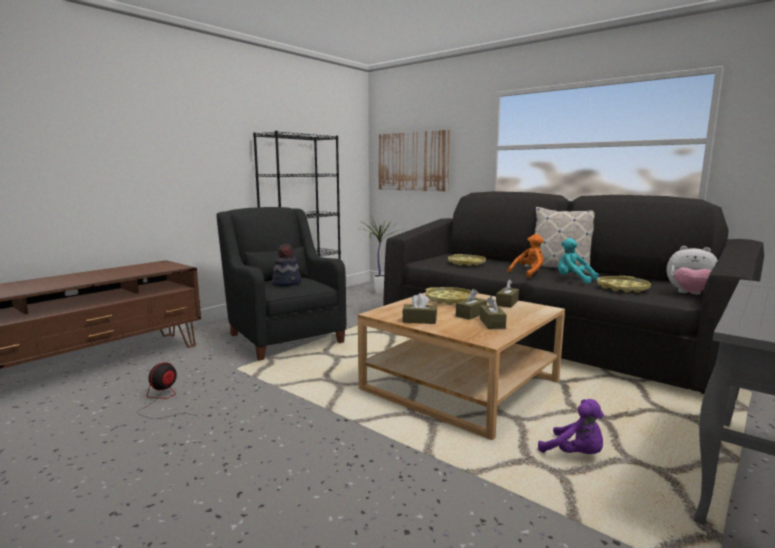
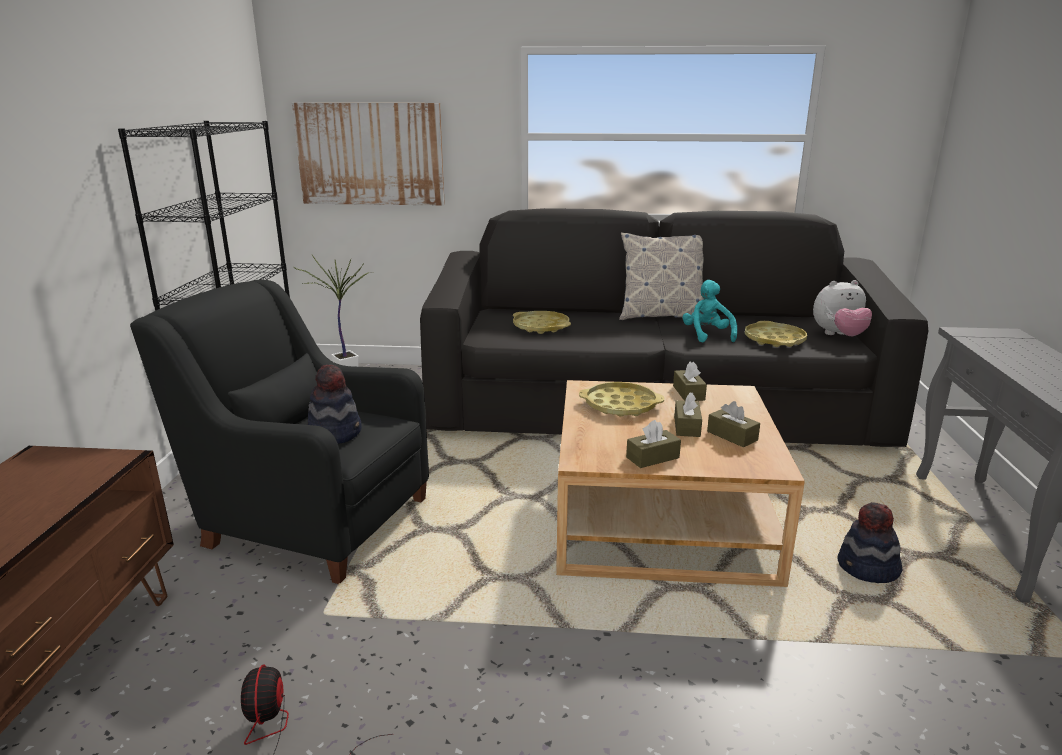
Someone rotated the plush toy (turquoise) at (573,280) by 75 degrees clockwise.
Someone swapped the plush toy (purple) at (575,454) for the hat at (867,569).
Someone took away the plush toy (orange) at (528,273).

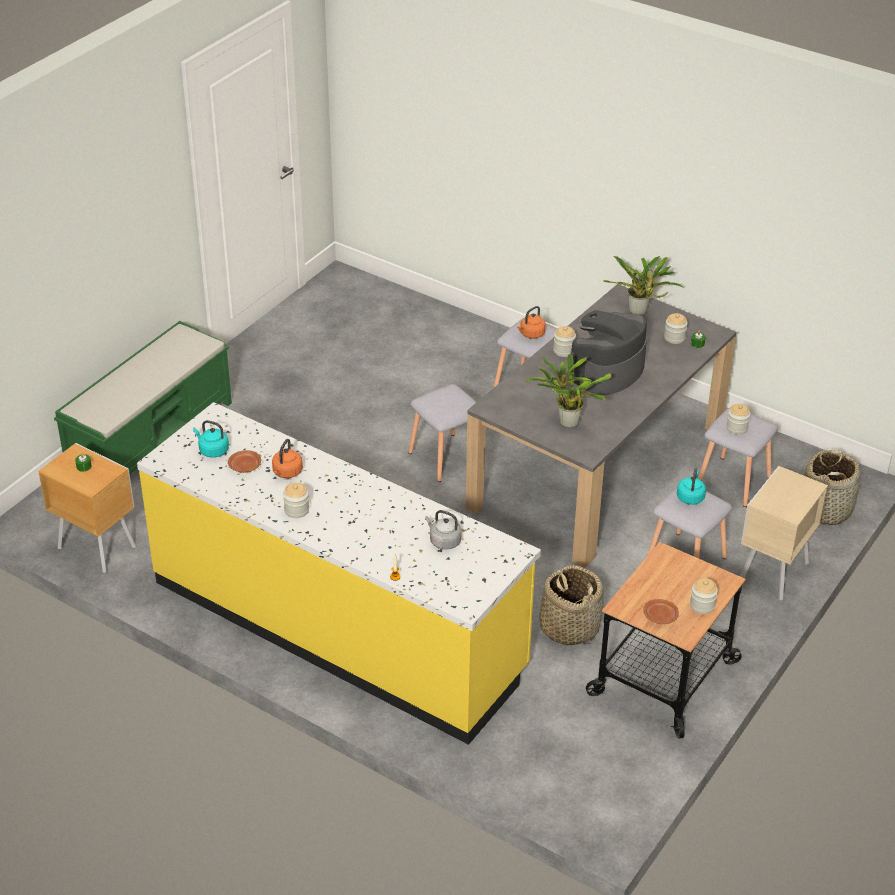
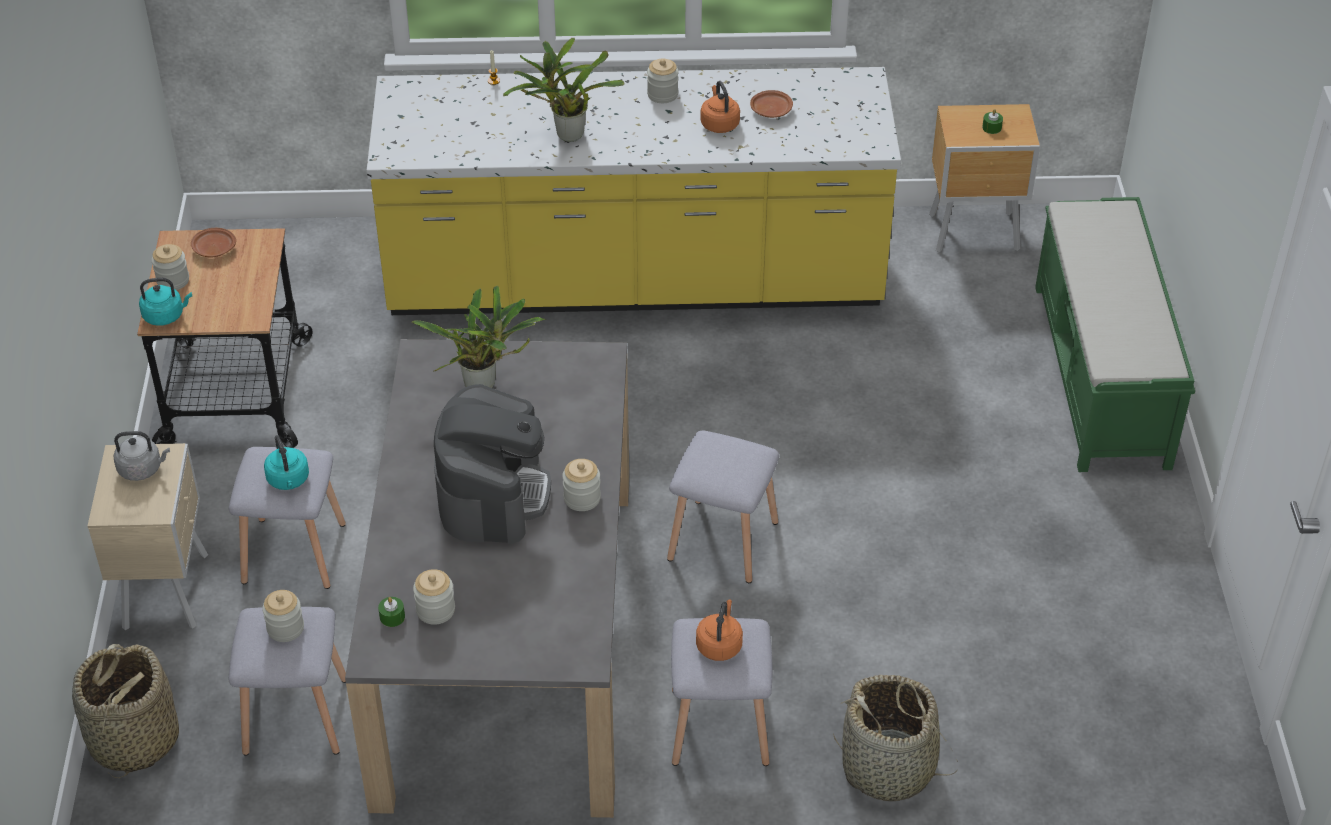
Someone carried the kettle (grey) from (443,541) to (142,469).
Someone carried the kettle (turquoise) from (212,450) to (166,316).
Someone carried the potted plant from (640,312) to (566,135).
Someone carried the basket from (569,627) to (889,768).

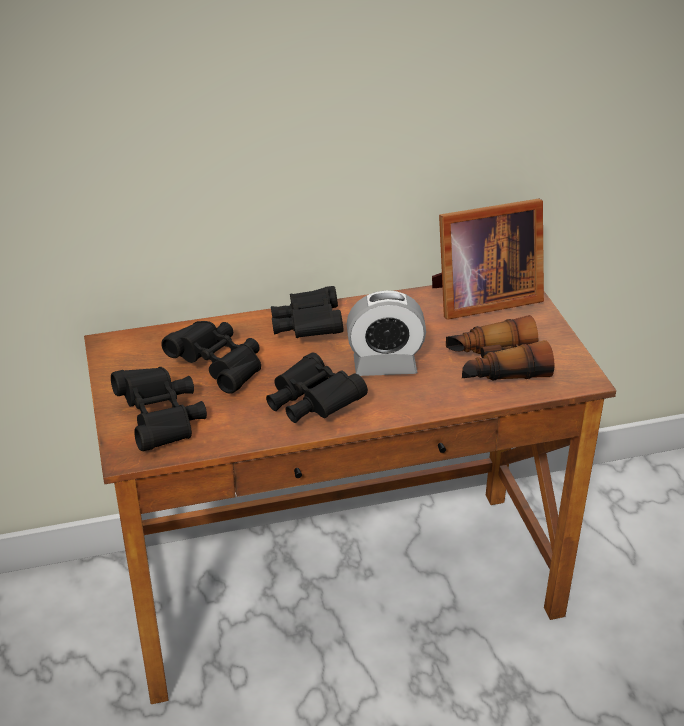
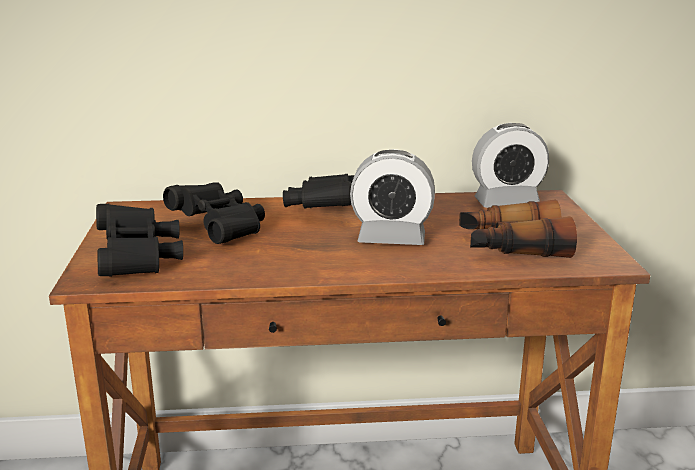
Someone swapped the picture frame at (480,299) for the alarm clock at (506,203).
Someone took away the binoculars (black) at (312,405).

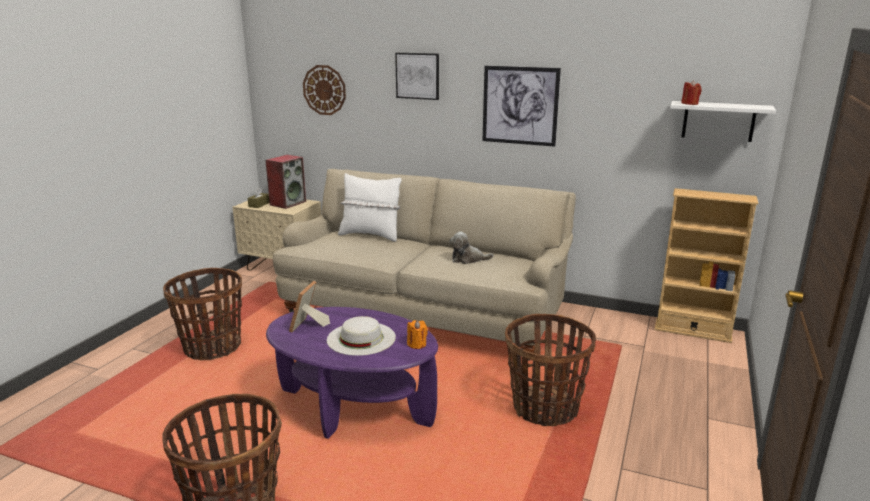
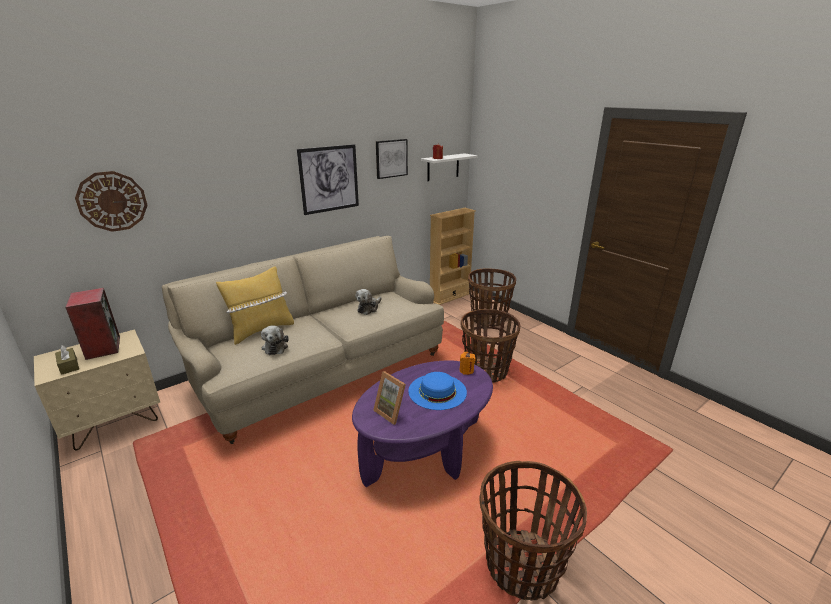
Someone repainted the pillow (white) at (370,235), which became the pillow (yellow) at (261,330).
Someone put down the plush toy at (275,347).
Someone carried the picture from (418,76) to (391,158).
Someone repainted the hat (white) at (361,338), which became the hat (blue) at (437,391).
Someone carried the basket from (212,347) to (488,319).

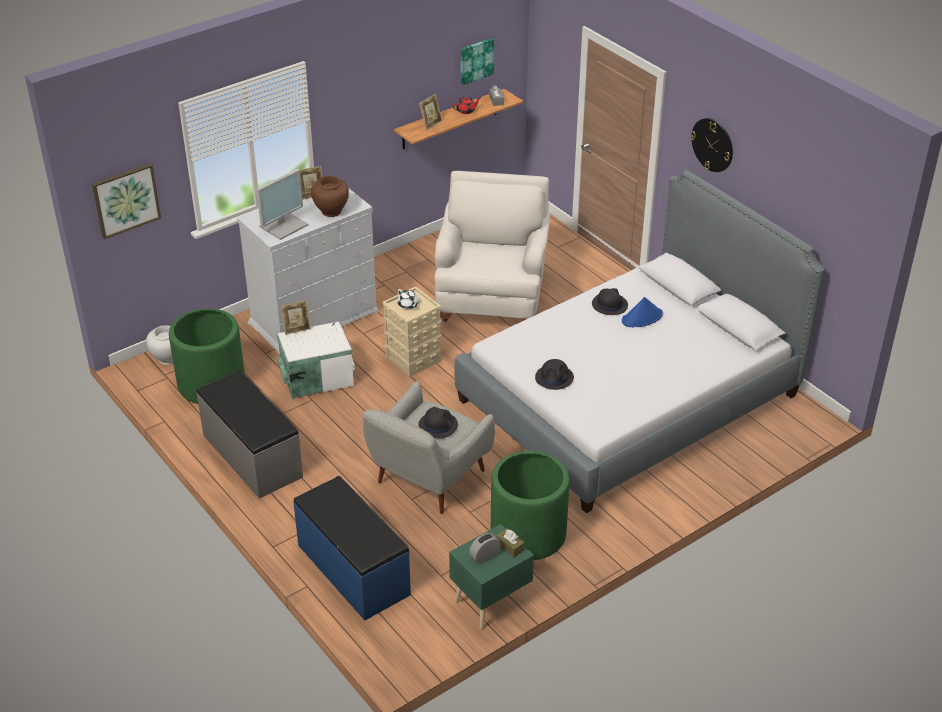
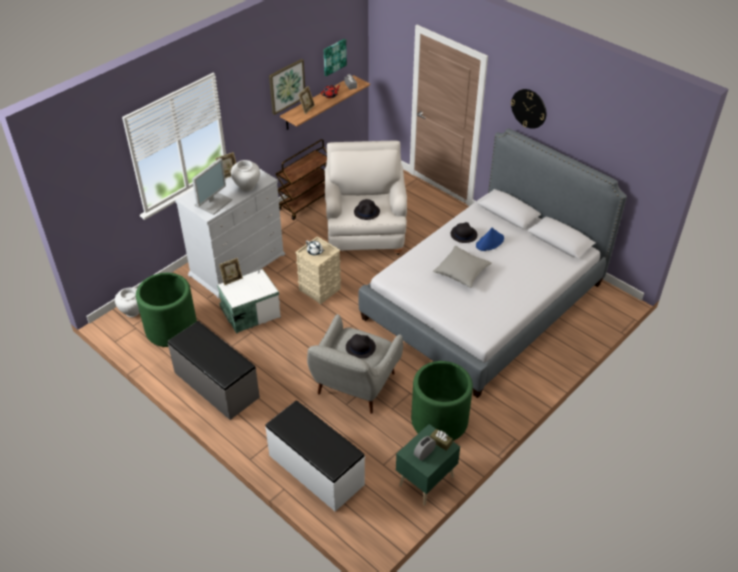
Someone repainted the vase (brown) at (331,212), which became the vase (white) at (247,187).
Someone repainted the bench (blue) at (352,570), which became the bench (white) at (315,470).
Someone carried the picture from (126,200) to (286,86).
Someone put down the cart (brown) at (305,202).
Someone carried the hat (black) from (554,378) to (367,212).
Someone put down the pillow (grey) at (461,272).

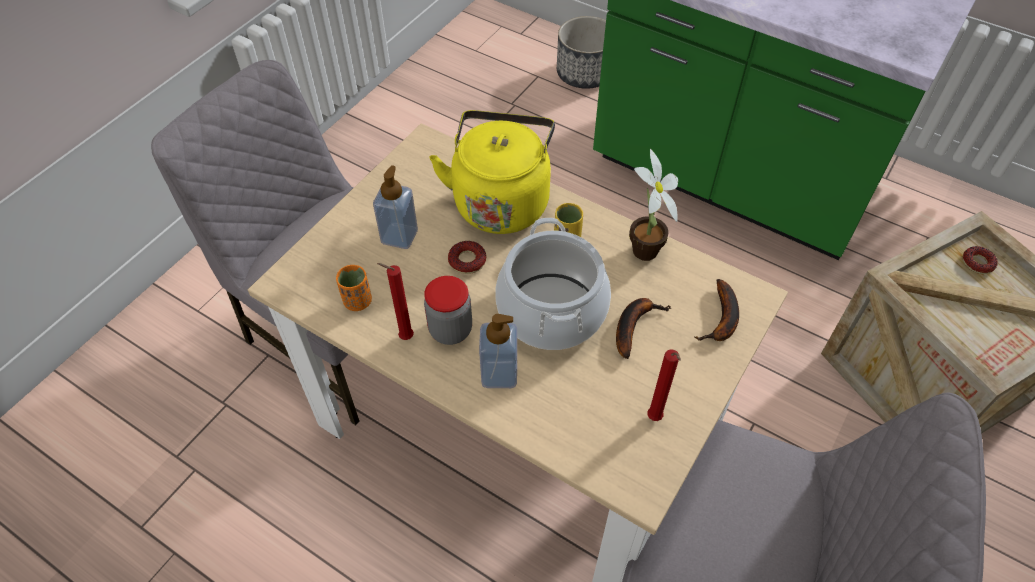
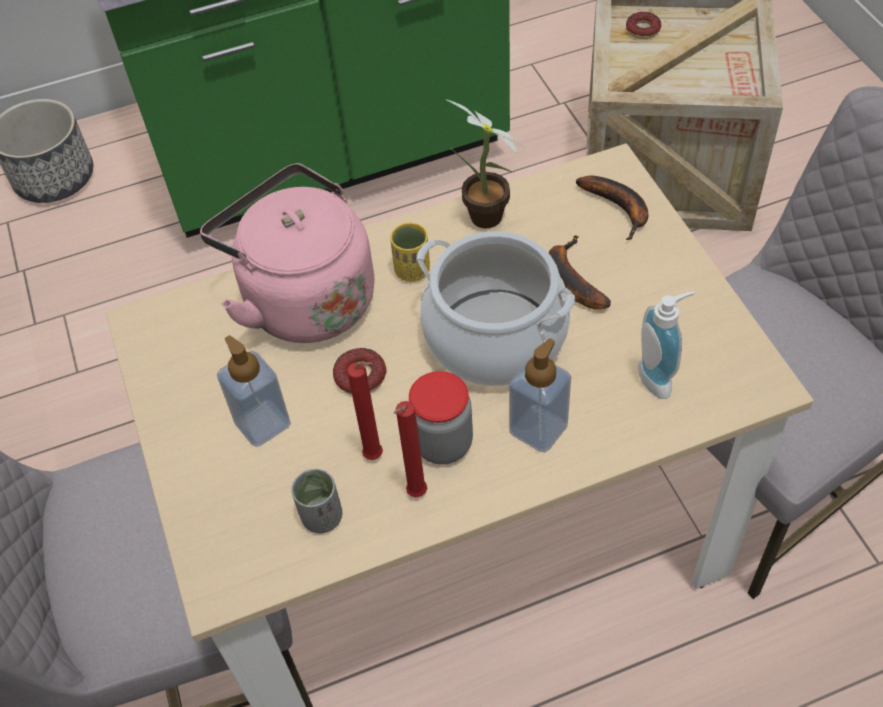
Someone repainted the kettle (yellow) at (501,200), which became the kettle (pink) at (303,298).
Someone repainted the cup (orange) at (357,301), which became the cup (grey) at (322,517).
Someone carried the candle (red) from (655,419) to (376,457).
Someone put down the soap dispenser at (659,377).

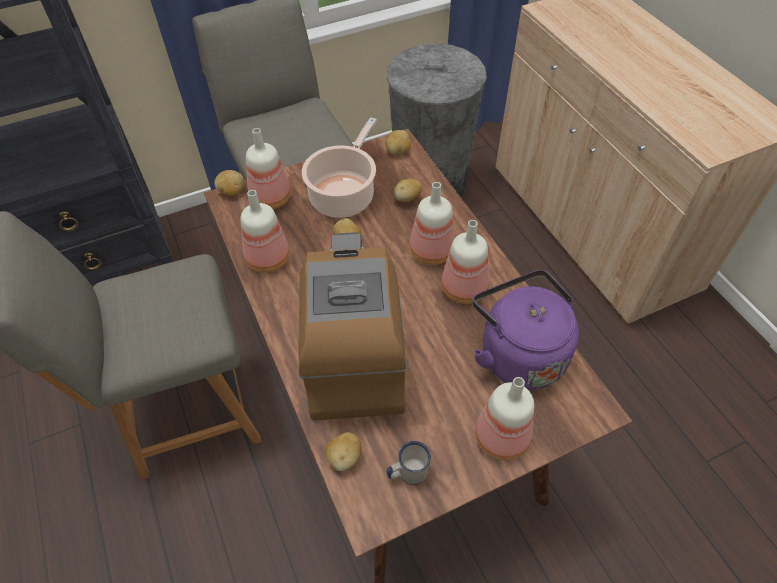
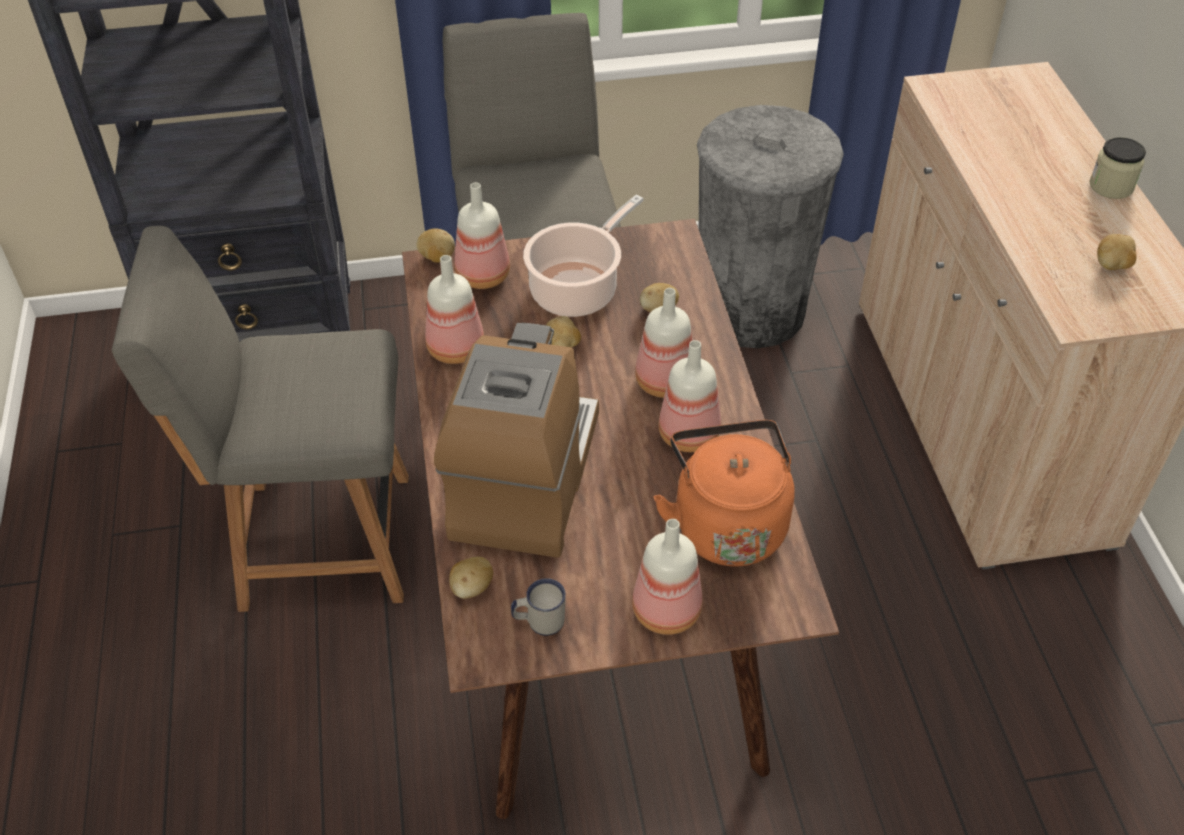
Someone repainted the kettle (purple) at (518,353), which became the kettle (orange) at (726,523).
Someone put down the jar at (1111,186).
Someone carried the potato from (398,151) to (1112,266).

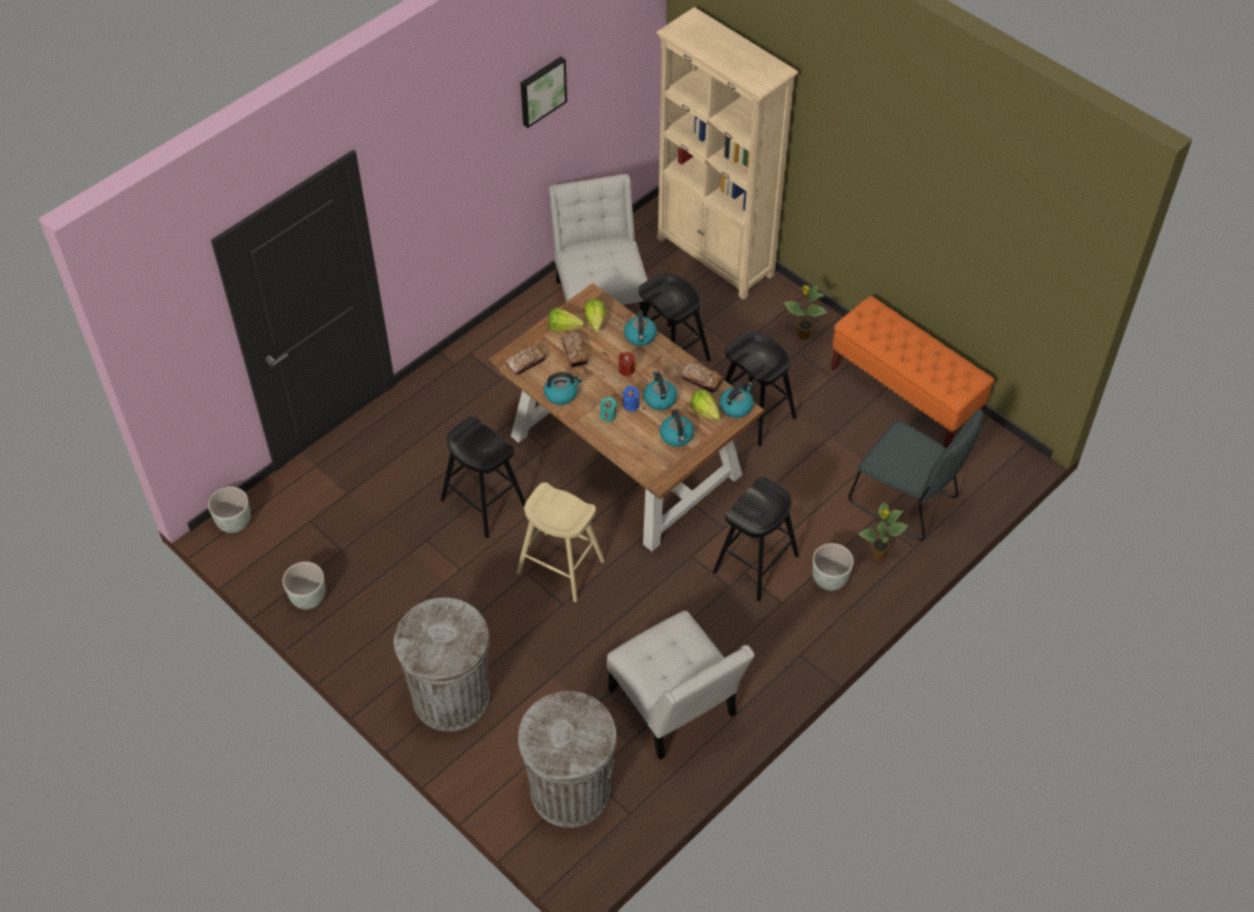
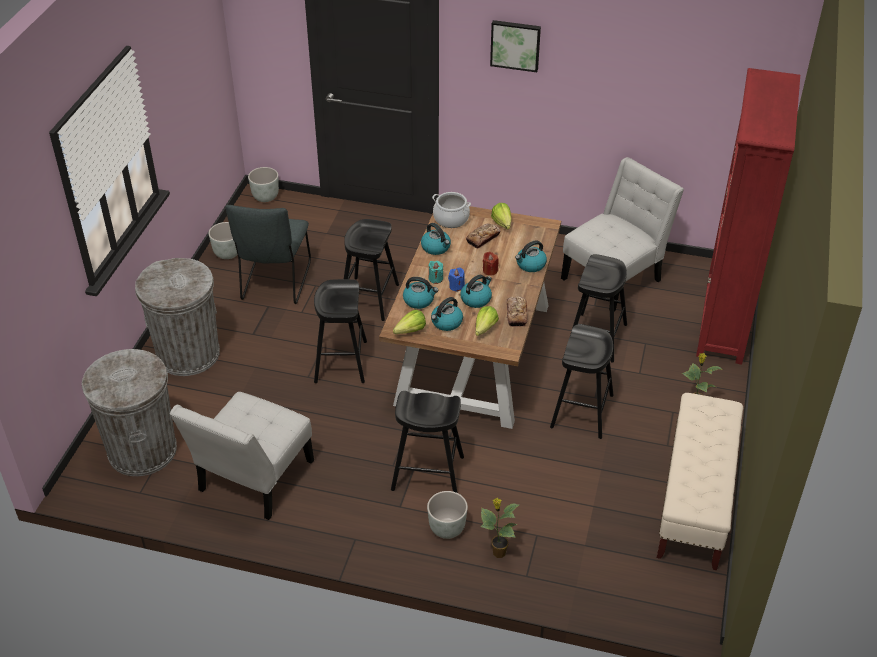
Someone carried the chair (grey) from (907,502) to (275,283).
Someone repainted the stool (beige) at (560,567), which became the stool (black) at (341,362).
Someone carried the lettuce from (595,325) to (408,332).
Someone carried the kettle from (736,406) to (419,300).
Someone swapped the bread at (526,362) for the cooking pot at (451,219).
Someone carried the picture from (541,90) to (515,45).
Someone repainted the bench (orange) at (905,394), which became the bench (beige) at (694,502).
Someone repainted the bookcase (beige) at (715,257), which became the bookcase (red) at (723,322).

